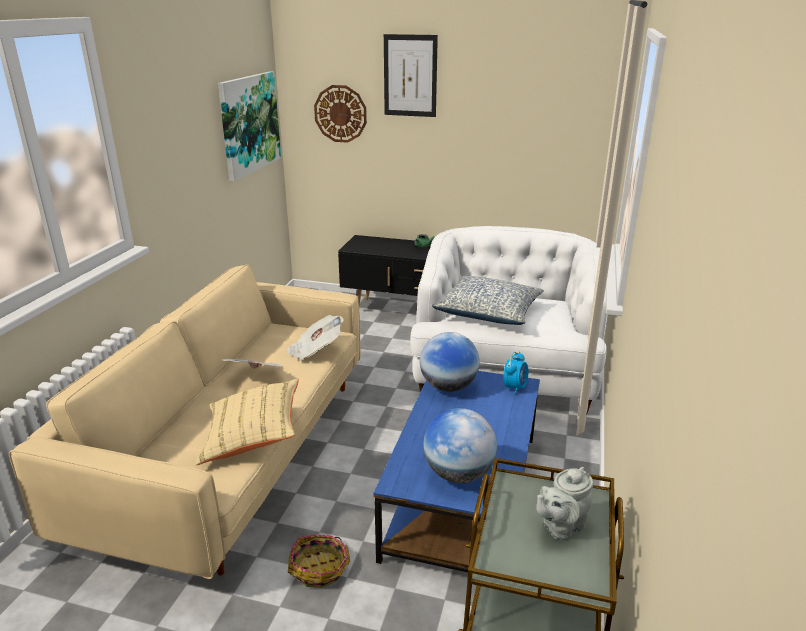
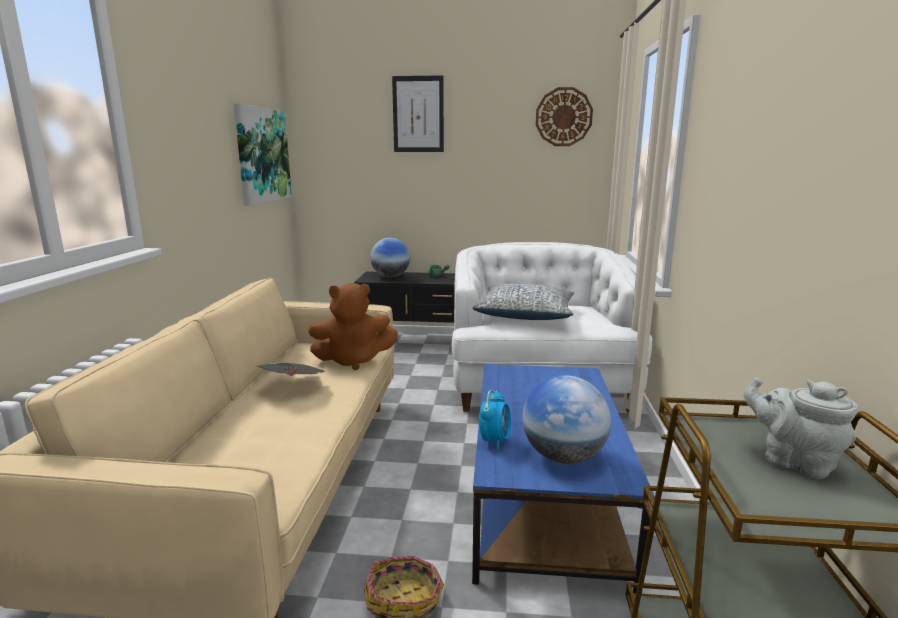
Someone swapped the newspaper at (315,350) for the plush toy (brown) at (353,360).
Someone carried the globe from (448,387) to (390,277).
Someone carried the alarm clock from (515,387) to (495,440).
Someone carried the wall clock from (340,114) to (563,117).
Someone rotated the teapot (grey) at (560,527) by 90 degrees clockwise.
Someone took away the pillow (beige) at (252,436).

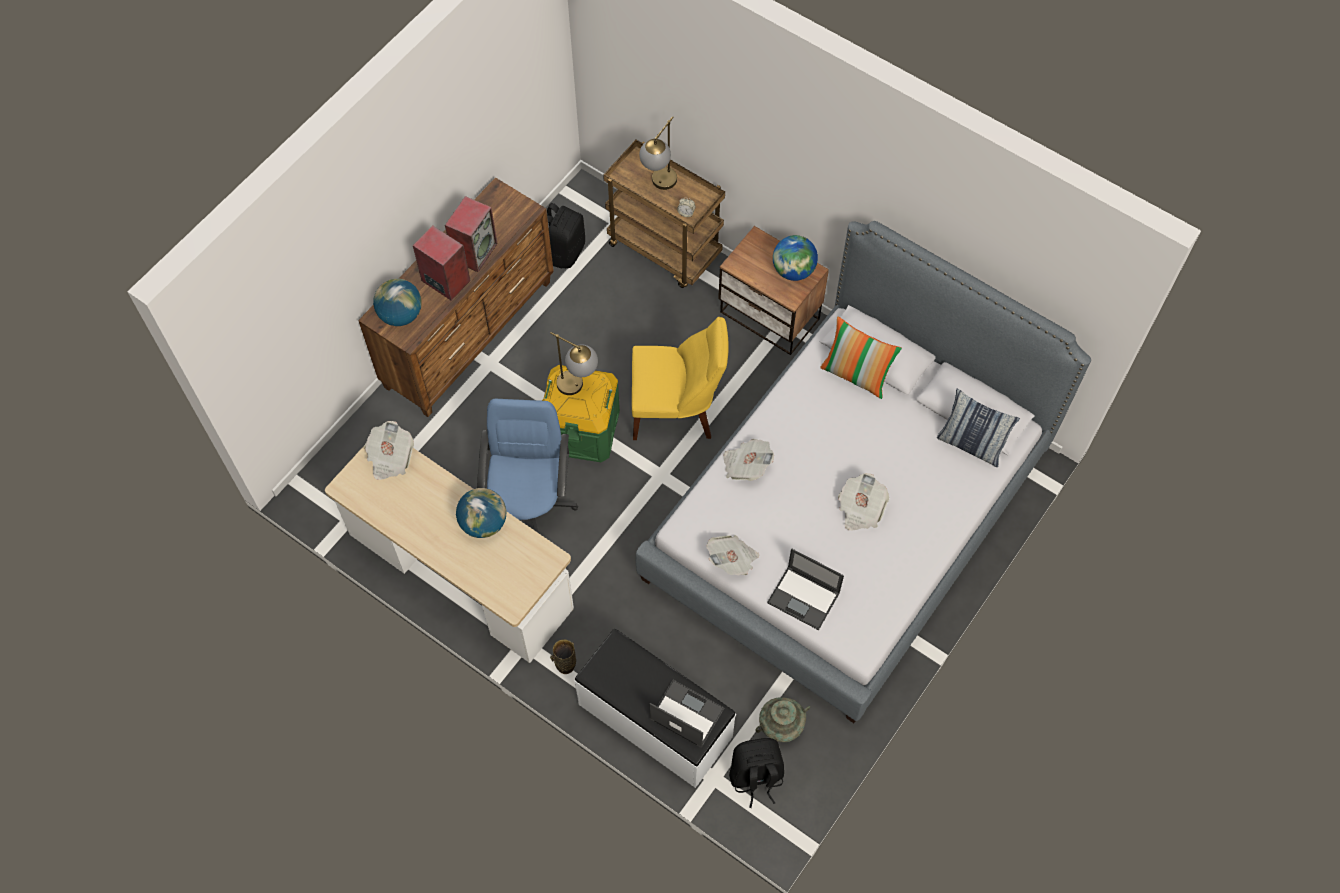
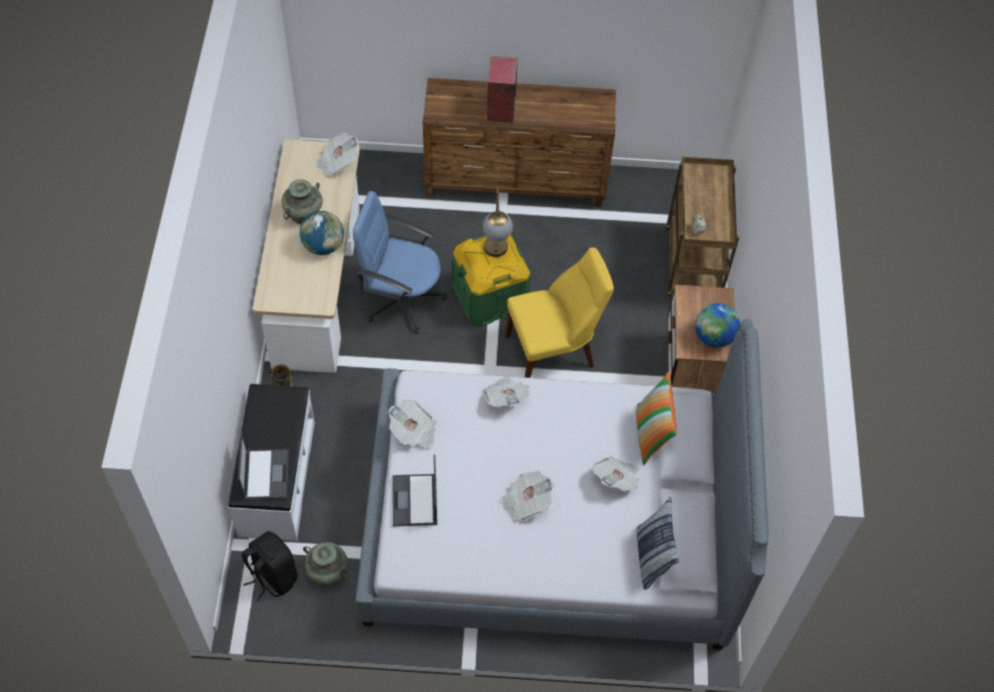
Someone put down the vase (turquoise) at (303,214).
Someone rotated the office chair (blue) at (530,505) by 135 degrees counterclockwise.
Someone rotated the chair (yellow) at (677,411) by 75 degrees counterclockwise.
Someone put down the newspaper at (617,479).
Someone took away the globe at (401,315).
Someone took away the speaker at (474,251).
Someone took away the backpack (black) at (564,251).
Someone took away the table lamp at (659,186).

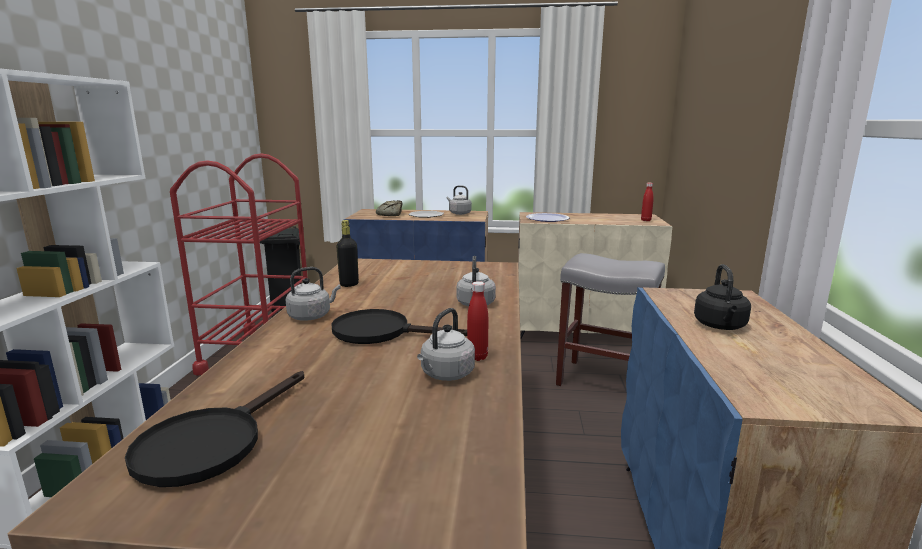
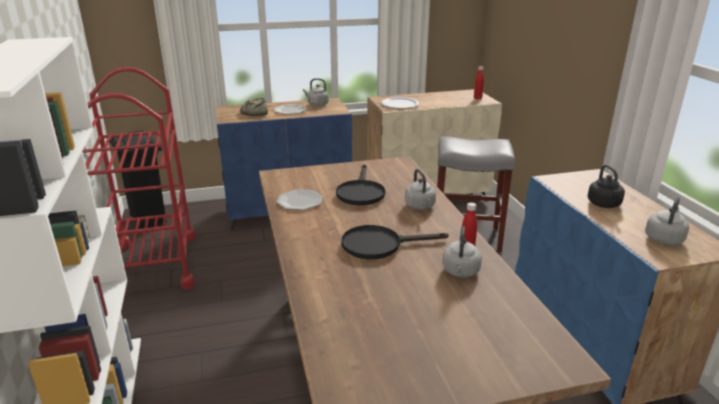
Someone swapped the bottle (black) at (349,284) for the plate at (299,201).
Someone carried the frying pan (black) from (211,442) to (360,192).
Someone carried the kettle (grey) from (312,316) to (664,238).

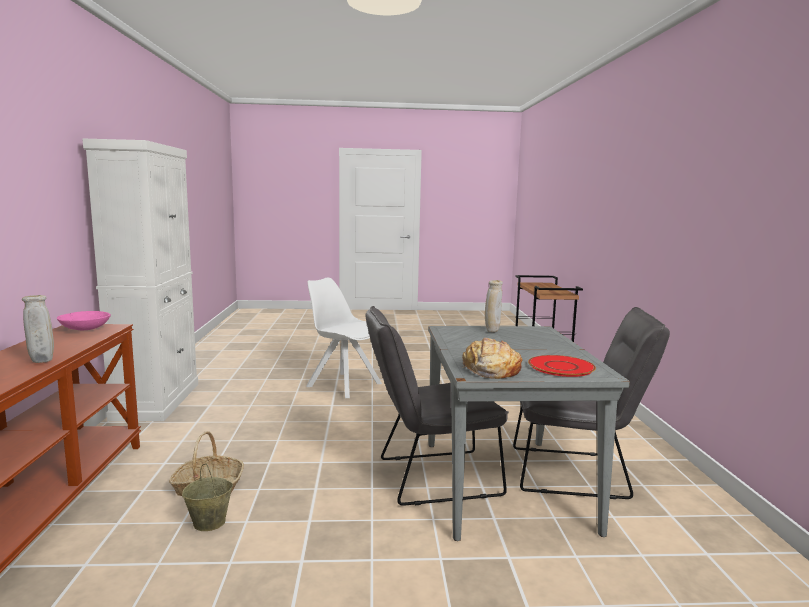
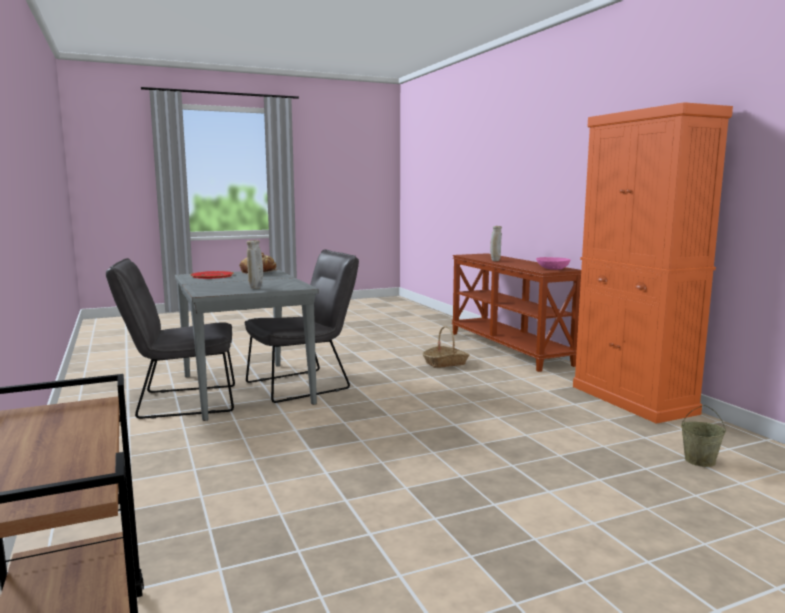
Someone repainted the cabinet (white) at (157,401), which became the cabinet (orange) at (633,400).
Someone carried the bucket (beige) from (208,522) to (700,460).
Someone took away the chair (white) at (342,384).

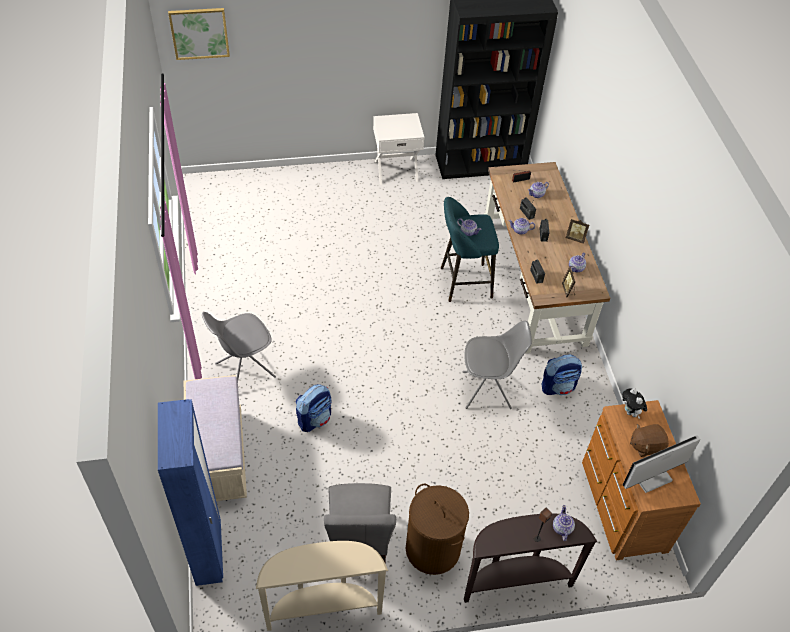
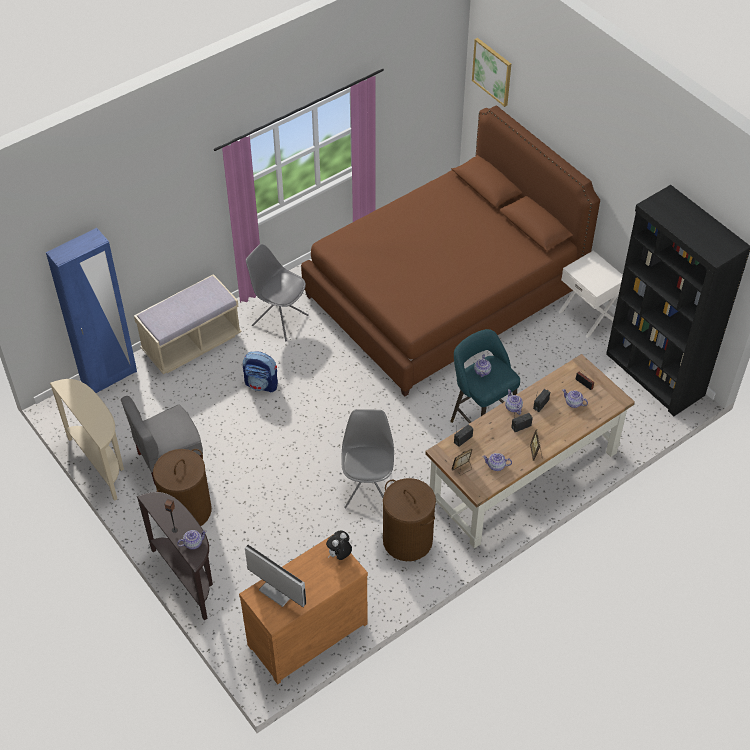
Someone put down the bed (brown) at (443,293).
Someone rotated the chair (grey) at (488,390) by 150 degrees counterclockwise.
Someone swapped the backpack at (558,387) for the laundry basket (brown) at (408,540).
Someone took away the plush toy (brown) at (646,446).

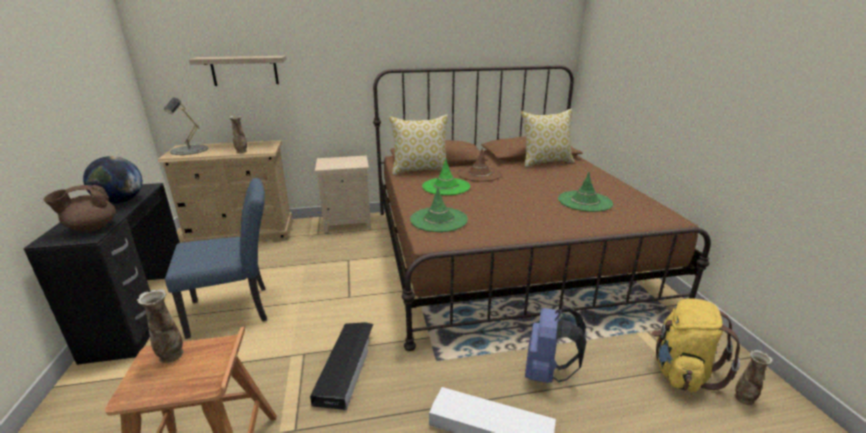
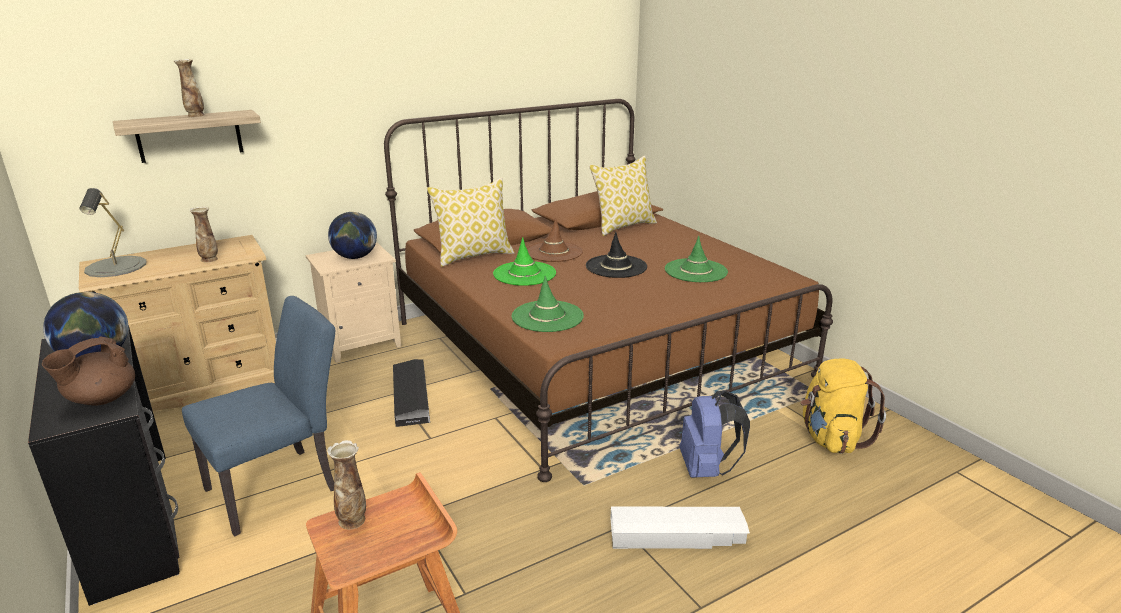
Someone carried the vase from (743,399) to (195,115).
Someone put down the globe at (355,257).
Someone carried the storage box (black) from (346,367) to (411,397).
Someone put down the hat (black) at (616,267).

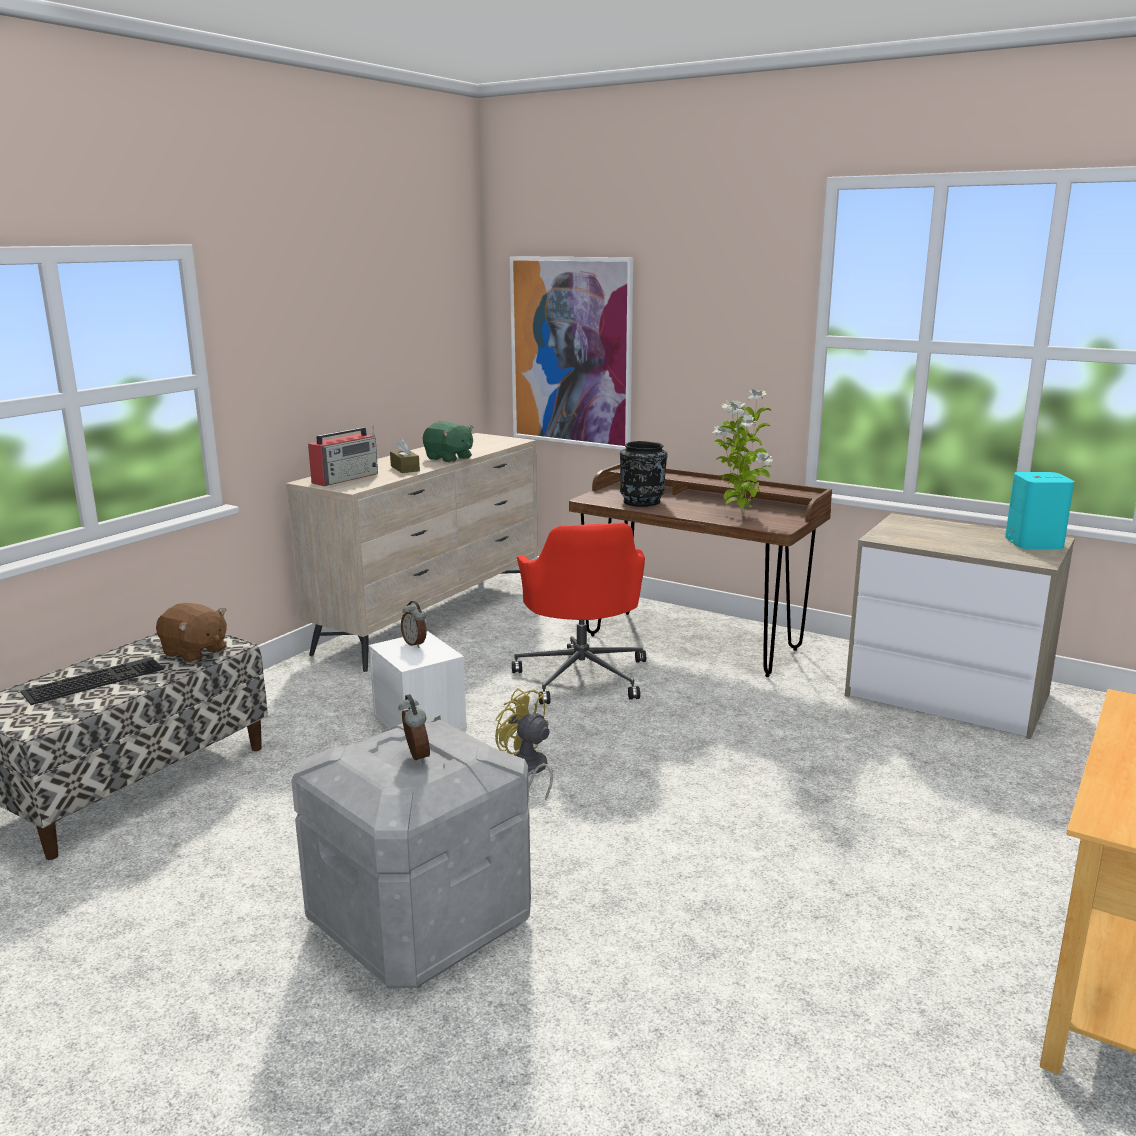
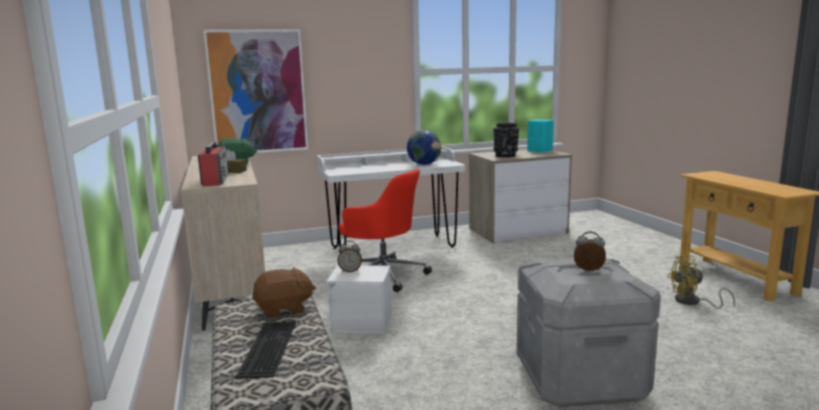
Someone repainted the desk (brown) at (692,642), which became the desk (white) at (392,247).
Someone swapped the potted plant at (740,516) for the globe at (424,164).
Someone carried the vase (black) from (642,502) to (505,155).
Someone carried the fan (yellow) from (528,770) to (693,302).

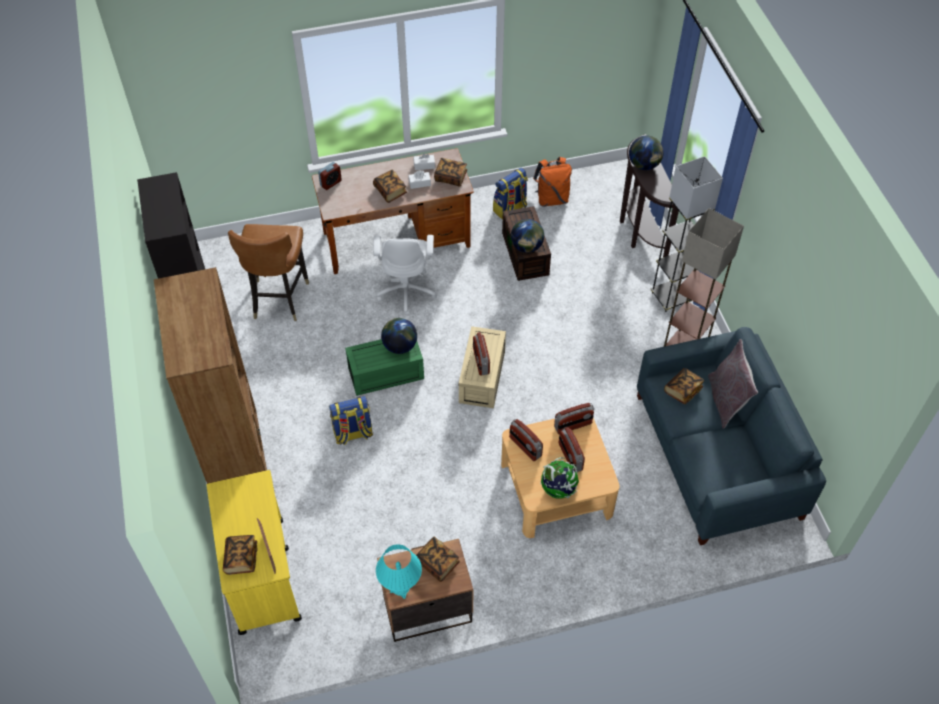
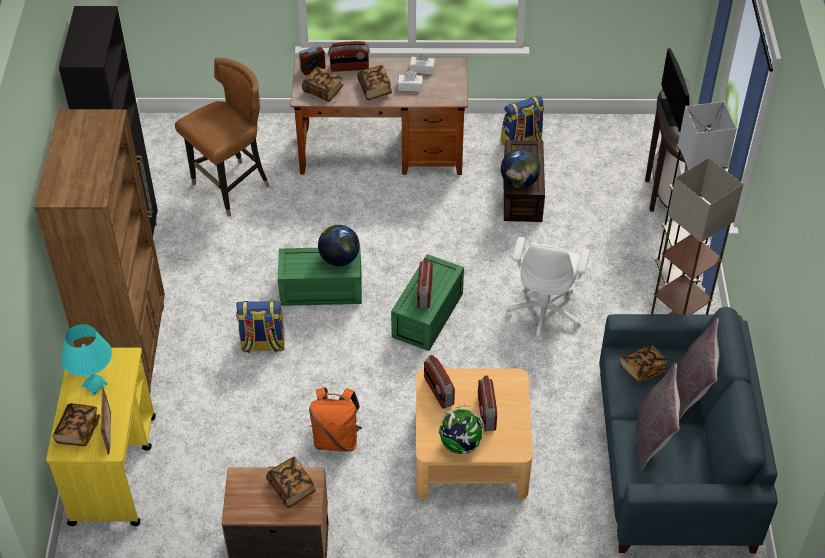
Someone carried the table lamp (turquoise) from (400,588) to (94,385).
Someone rotated the chair (brown) at (279,299) by 150 degrees counterclockwise.
Someone carried the book from (450,177) to (323,91).
Someone carried the backpack (orange) from (551,199) to (336,439).
Someone carried the radio from (573,425) to (349,68).
Someone repainted the storage box (beige) at (483,378), which became the storage box (green) at (428,316).
Someone carried the office chair (white) from (406,291) to (545,312).
Someone put down the pillow (grey) at (652,438).
Someone swapped the globe at (644,165) for the monitor at (673,112).

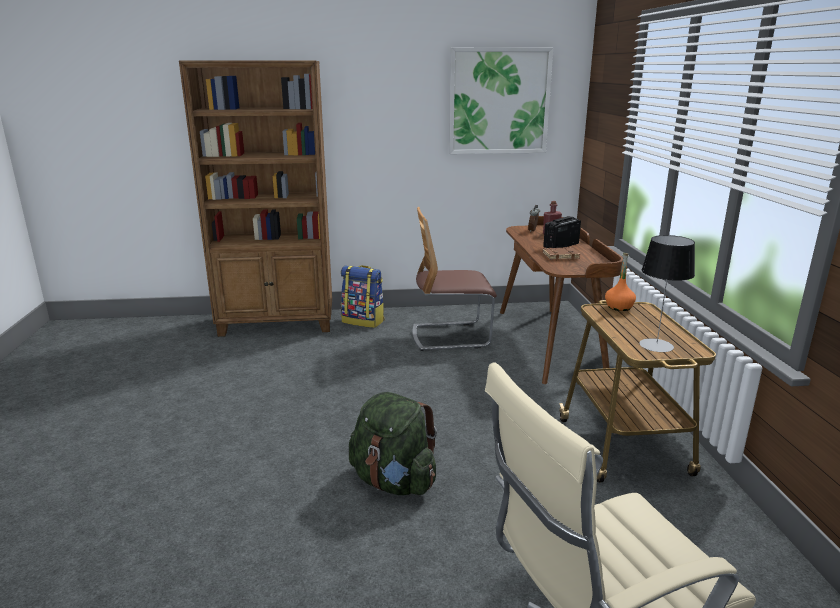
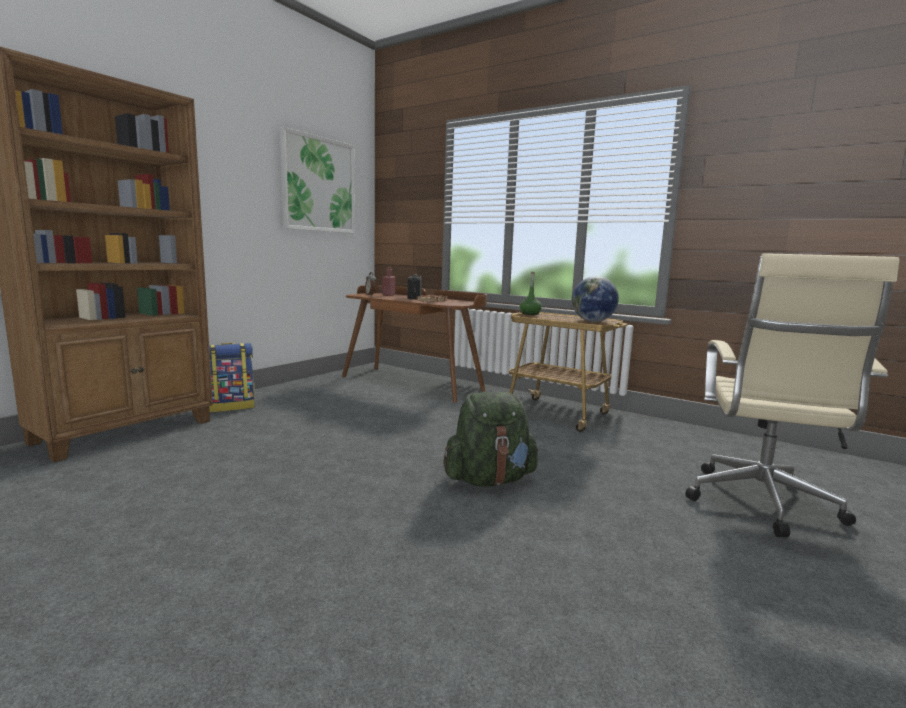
Someone repainted the bottle (orange) at (619,307), which became the bottle (green) at (530,314).
Someone swapped the table lamp at (656,345) for the globe at (592,321).
Someone took away the chair at (450,336).

